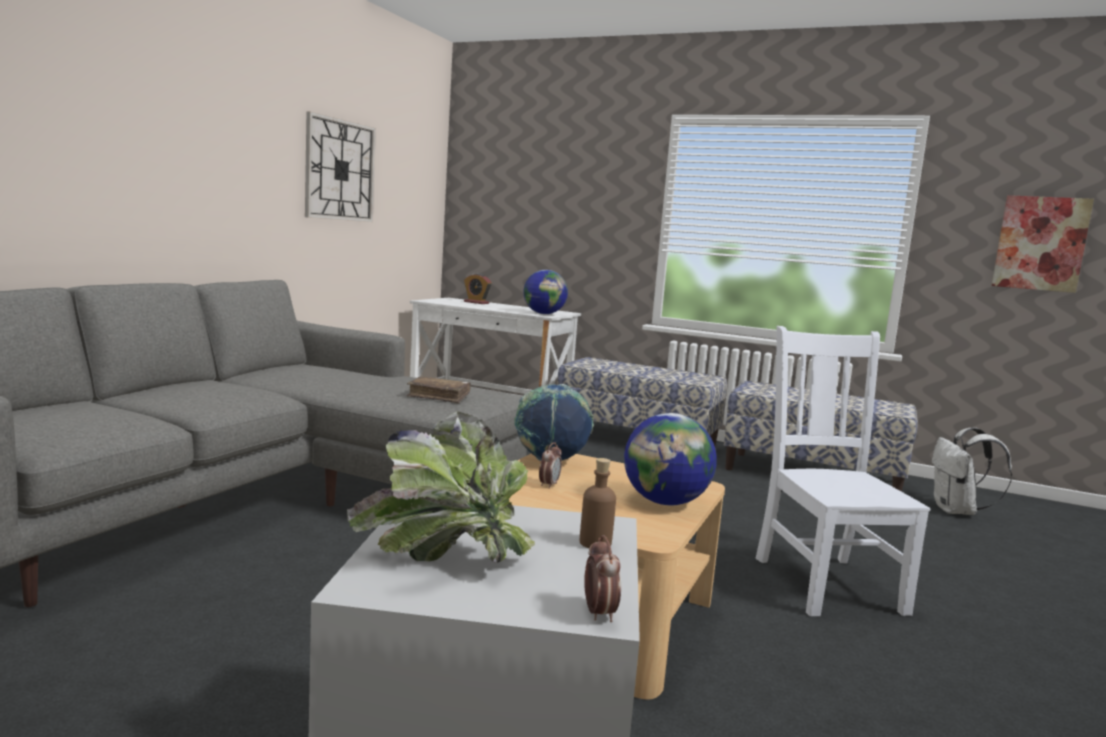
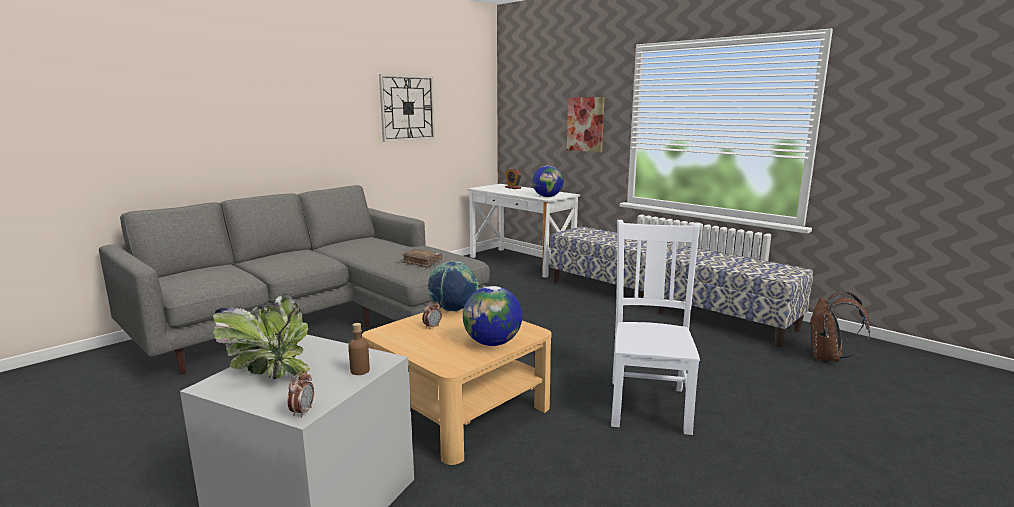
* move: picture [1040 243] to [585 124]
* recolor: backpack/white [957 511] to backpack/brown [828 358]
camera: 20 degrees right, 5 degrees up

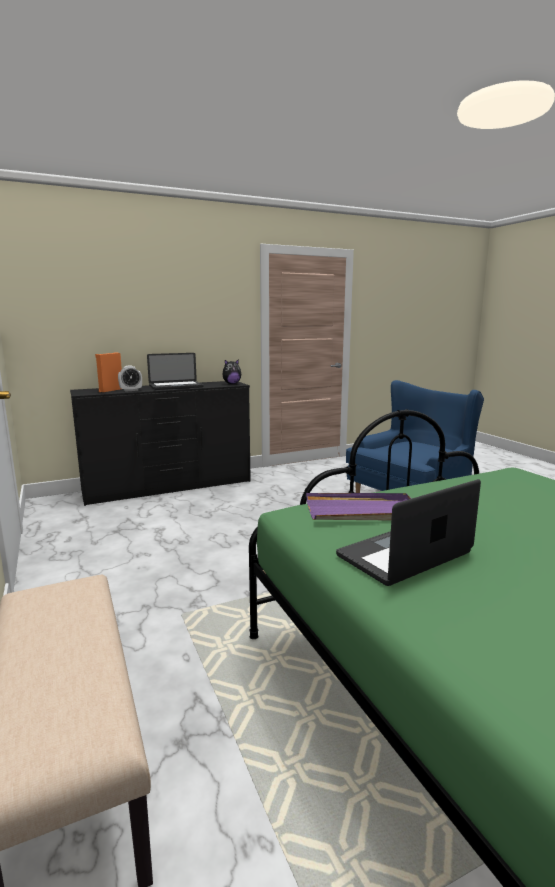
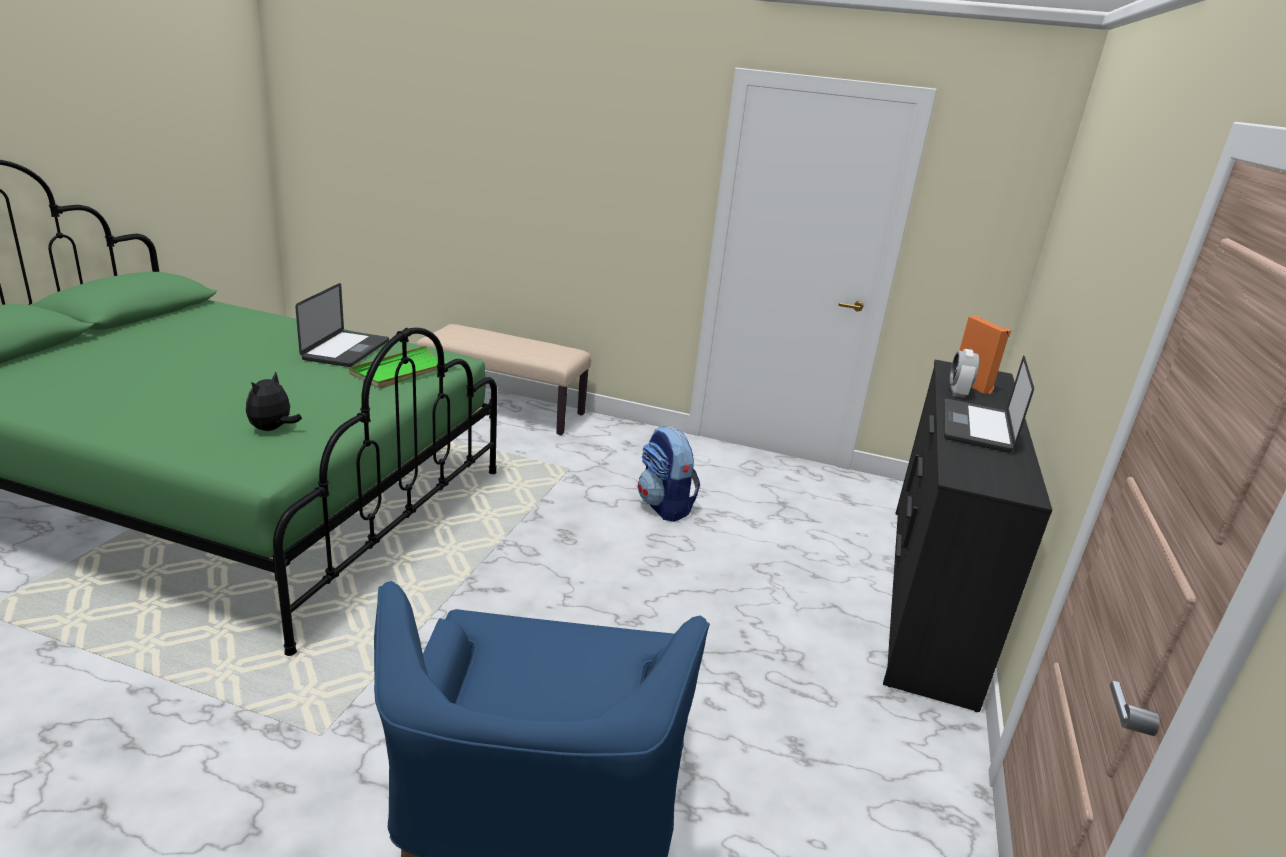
* move: plush toy [231 383] to [272 429]
* recolor: tray/purple [362 512] to tray/green [404 371]
* insert: backpack [665 507]
camera: 130 degrees right, 10 degrees up

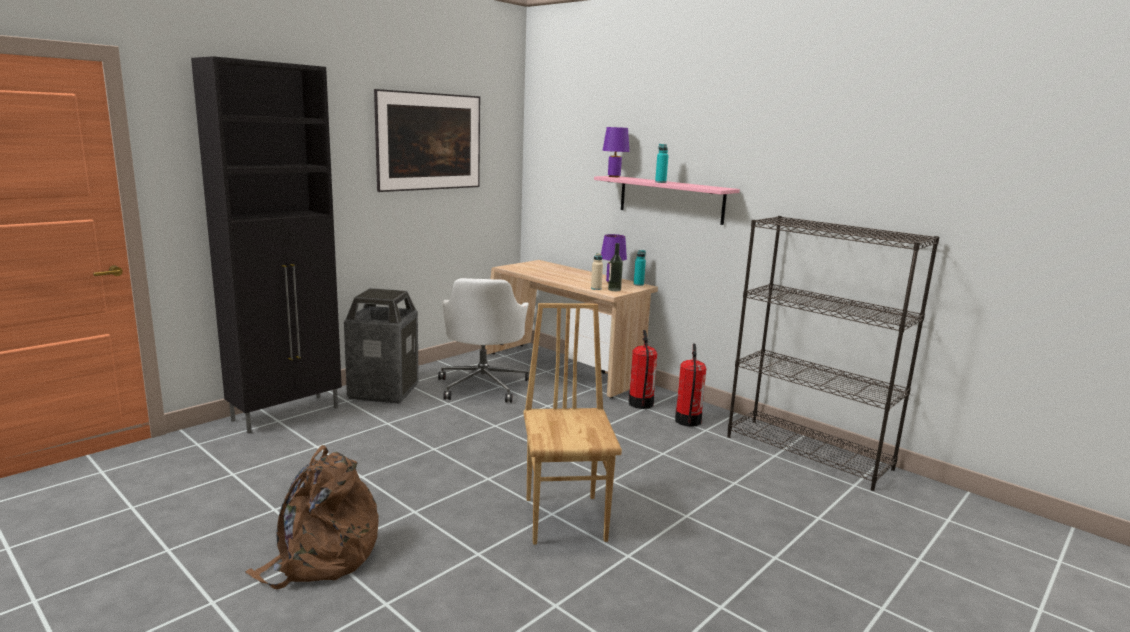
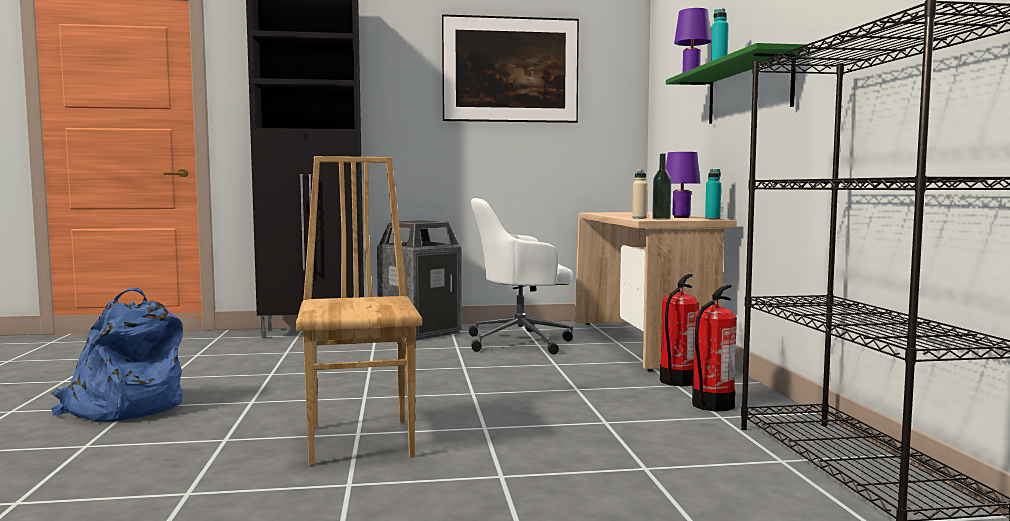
* recolor: shelf/pink [671 199] to shelf/green [748 90]
* rotate: office chair/white [483 385] = [522 342] 45 degrees clockwise
* rotate: chair/brown [567 518] = [363 440] 45 degrees counterclockwise
* recolor: backpack/brown [321 557] to backpack/blue [124 408]
camera: 40 degrees right, 10 degrees down

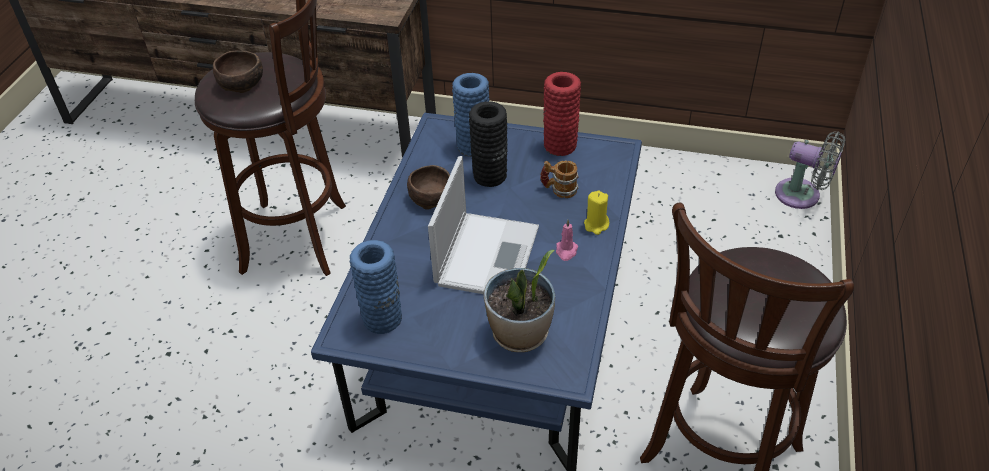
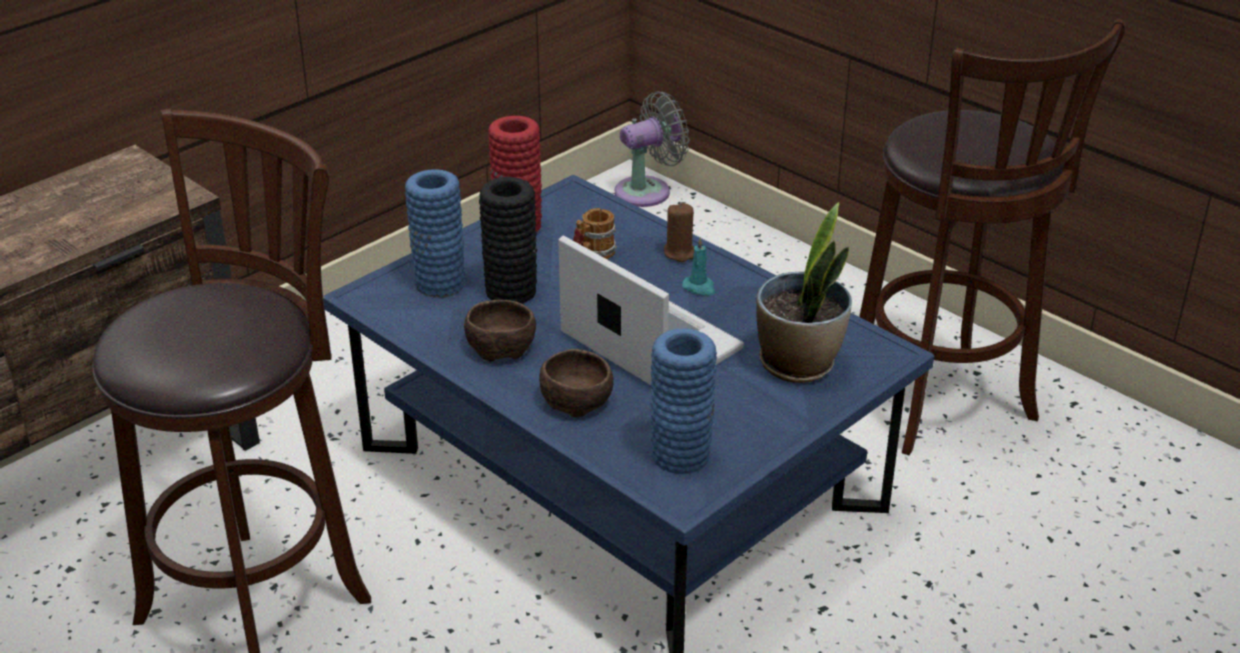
* move: bowl/brown [242 83] to [576 399]
* recolor: candle/yellow [596 225] to candle/brown [680 253]
* recolor: candle/pink [566 251] to candle/turquoise [699 288]
camera: 60 degrees left, 10 degrees down

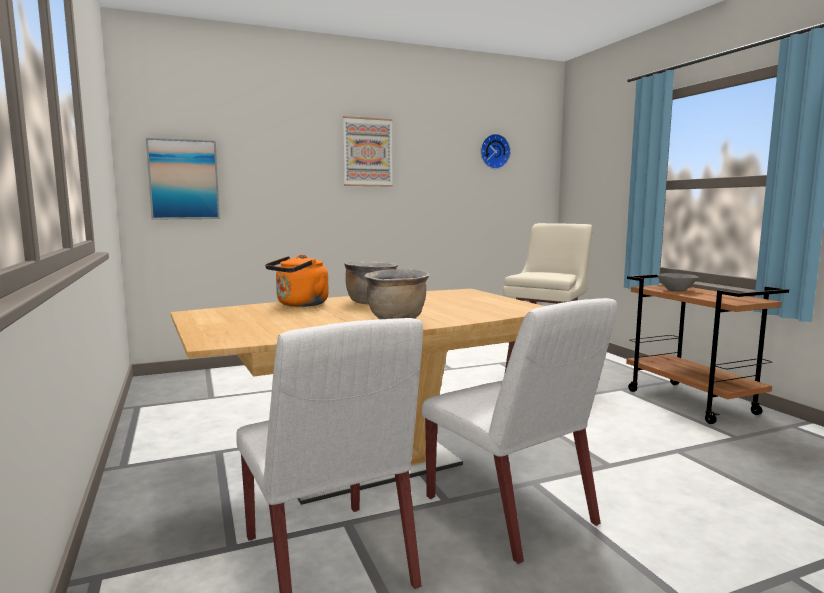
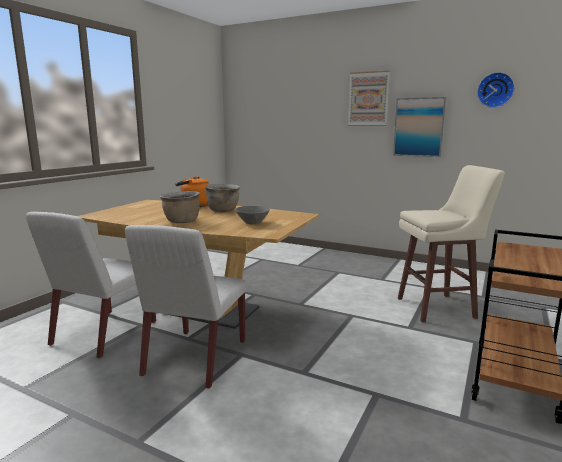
* move: picture [184 179] to [419 127]
* move: bowl/grey [676 290] to [253 223]
camera: 50 degrees right, 5 degrees up

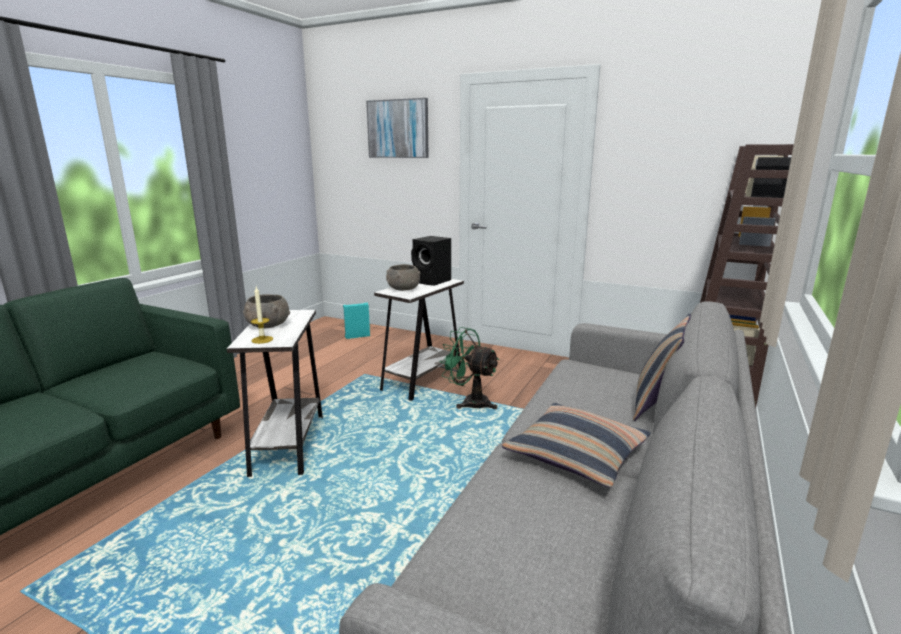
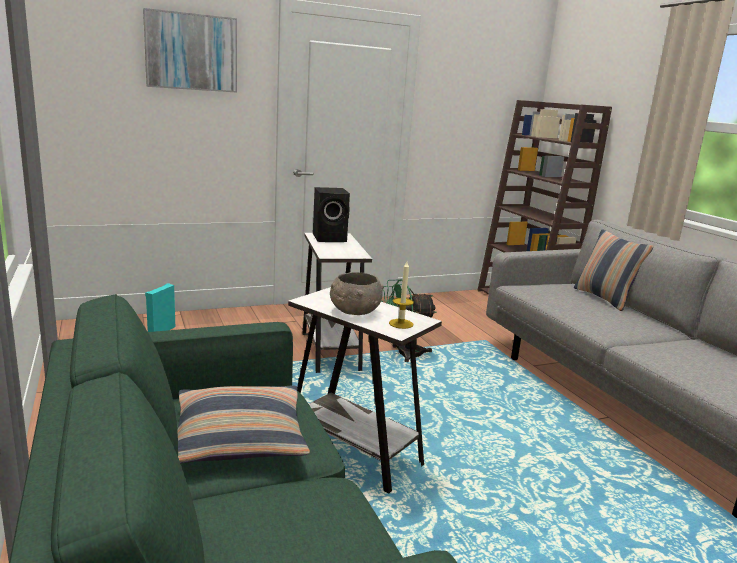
* delete: bowl/grey [403 289]
* move: pillow [576 454] to [239 438]
camera: 50 degrees left, 0 degrees up

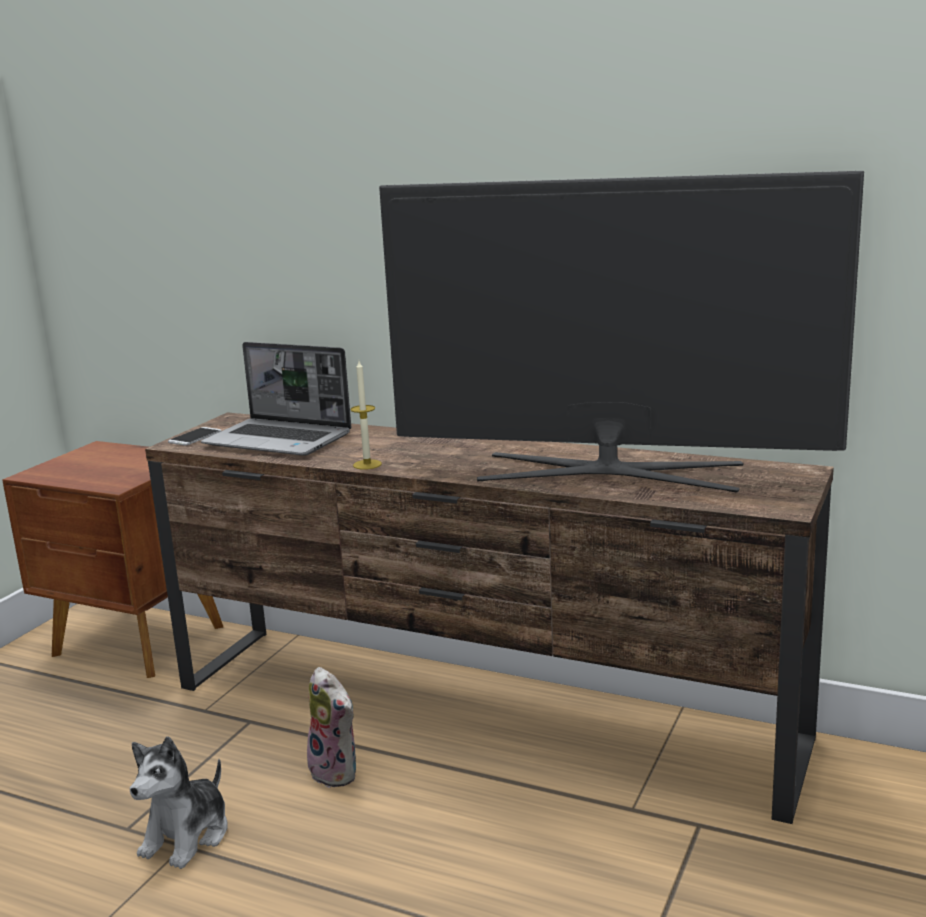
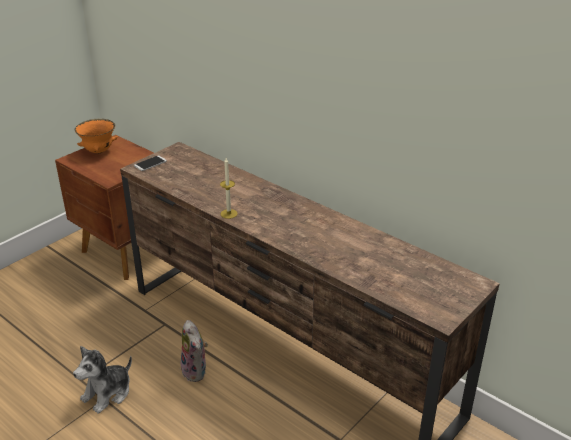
* delete: television [610 472]
* delete: laptop [280 440]
* insert: bowl/orange [99 151]
camera: 15 degrees right, 15 degrees up

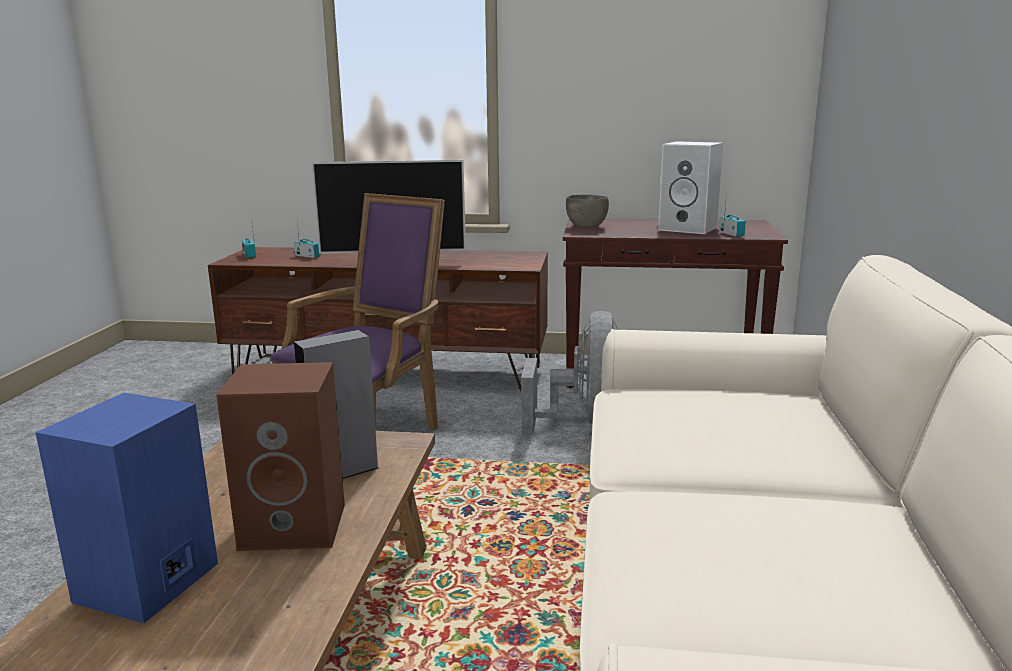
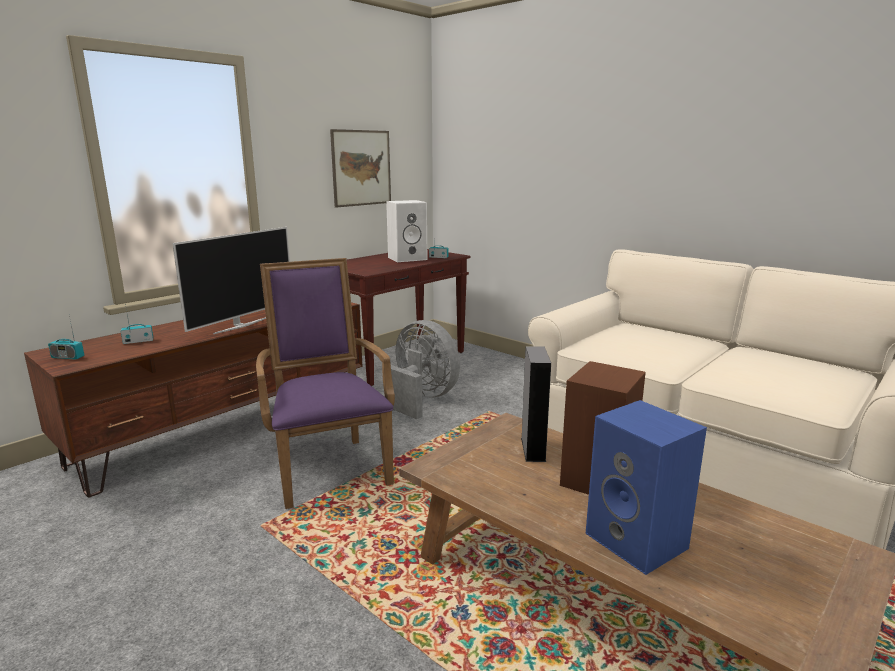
* delete: bowl/grey [586 227]
* insert: picture [361 168]
camera: 55 degrees left, 0 degrees up

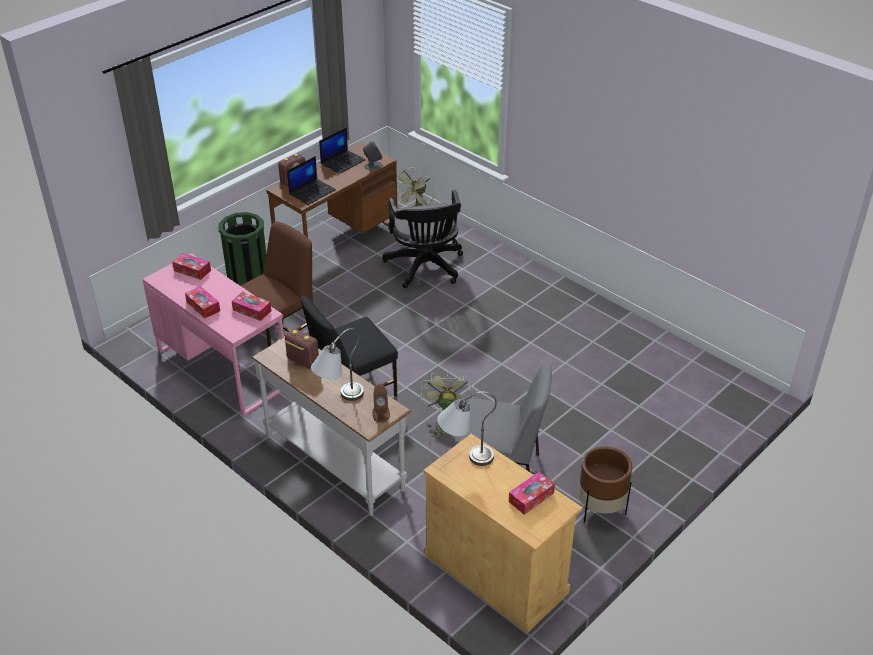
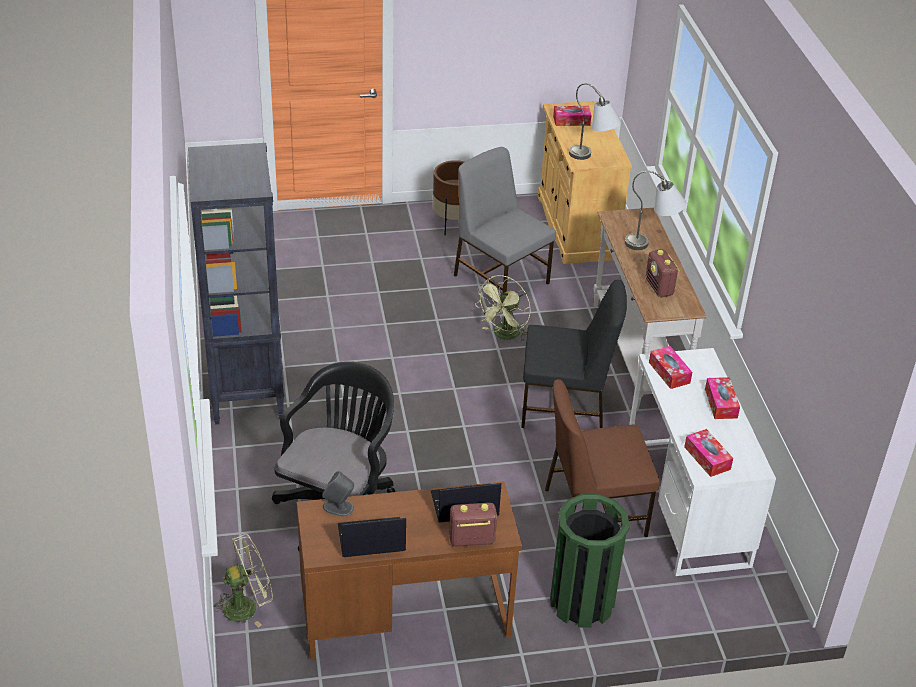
* recolor: desk/pink [223 368] to desk/white [686 503]
* delete: speaker/brown [381 413]
* insert: bookcase/black [247 391]
camera: 145 degrees left, 0 degrees up

